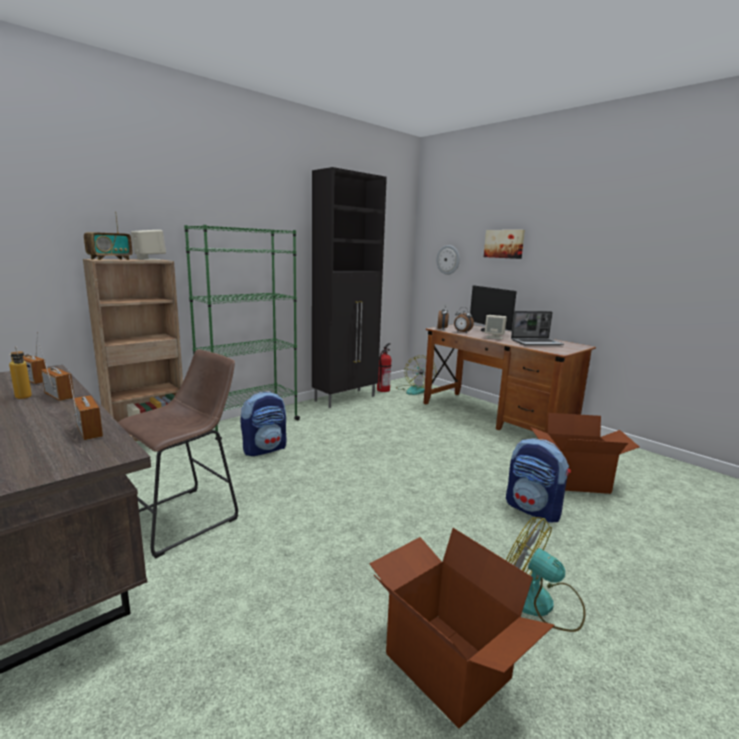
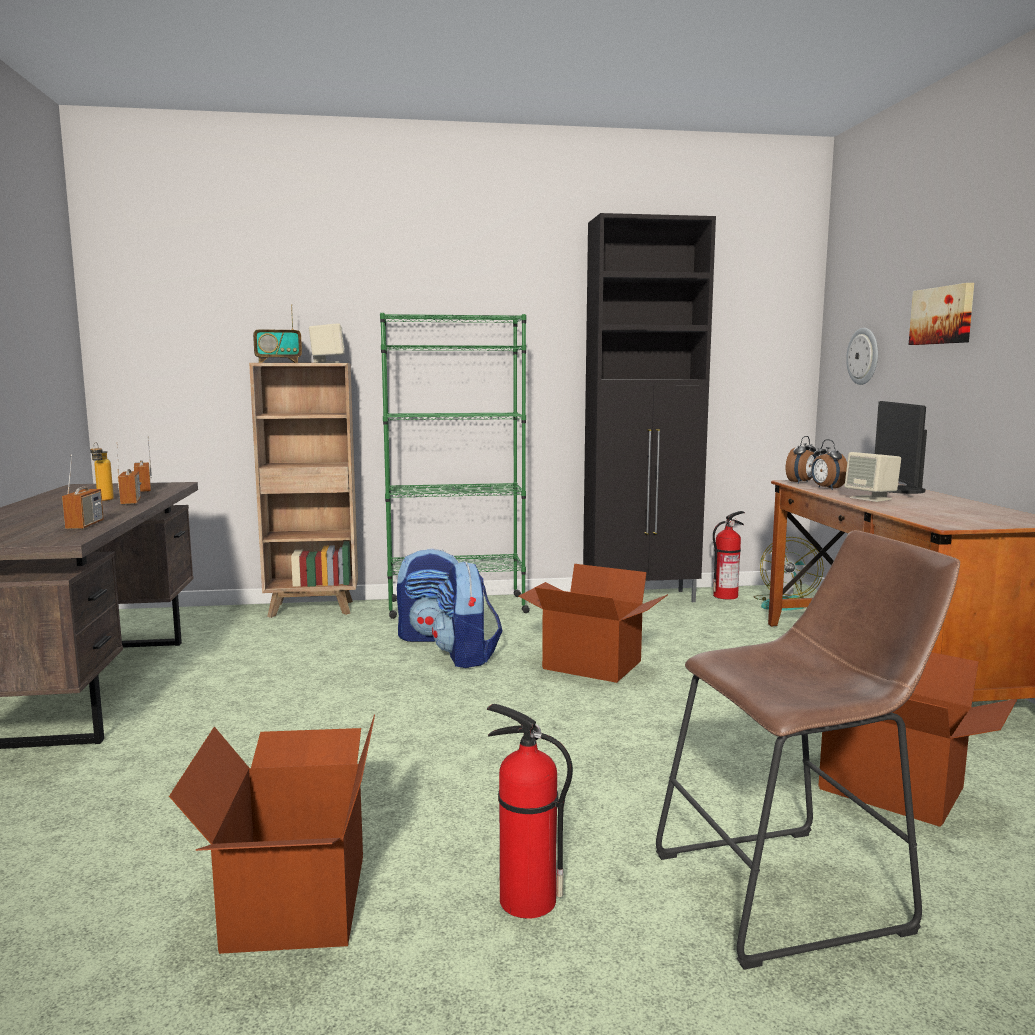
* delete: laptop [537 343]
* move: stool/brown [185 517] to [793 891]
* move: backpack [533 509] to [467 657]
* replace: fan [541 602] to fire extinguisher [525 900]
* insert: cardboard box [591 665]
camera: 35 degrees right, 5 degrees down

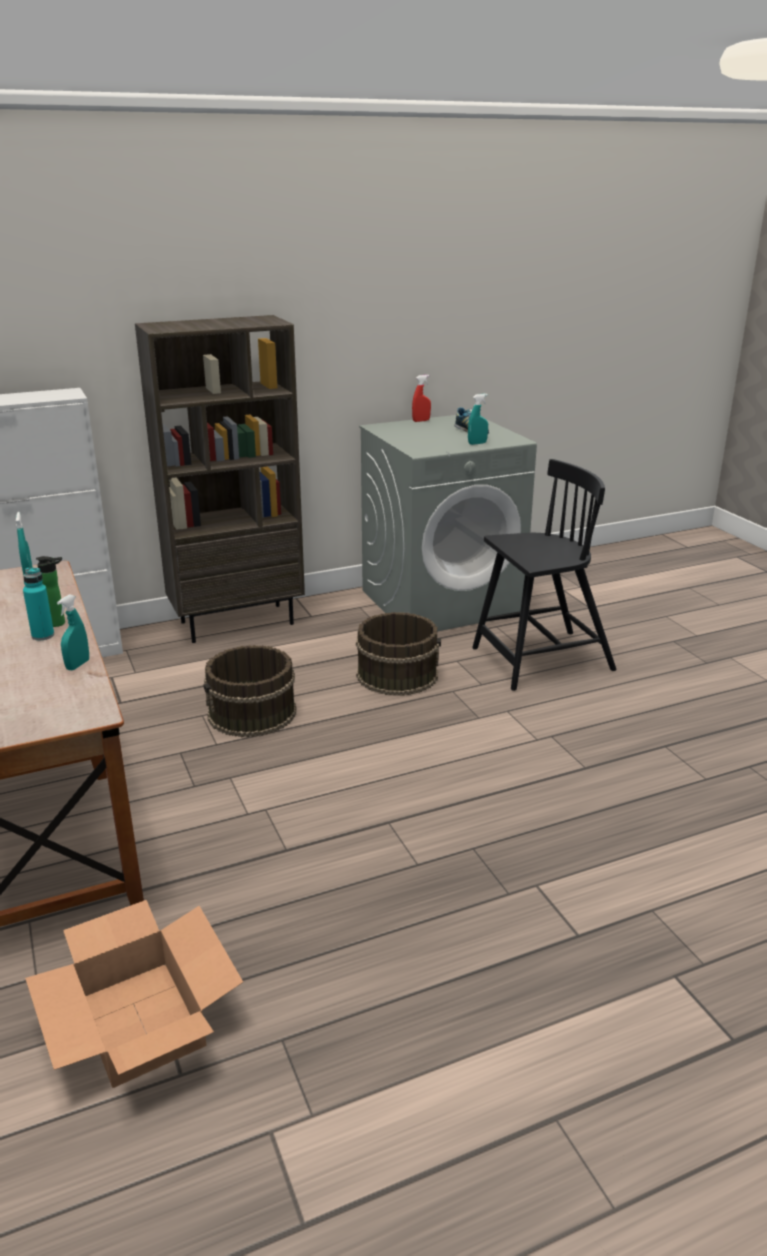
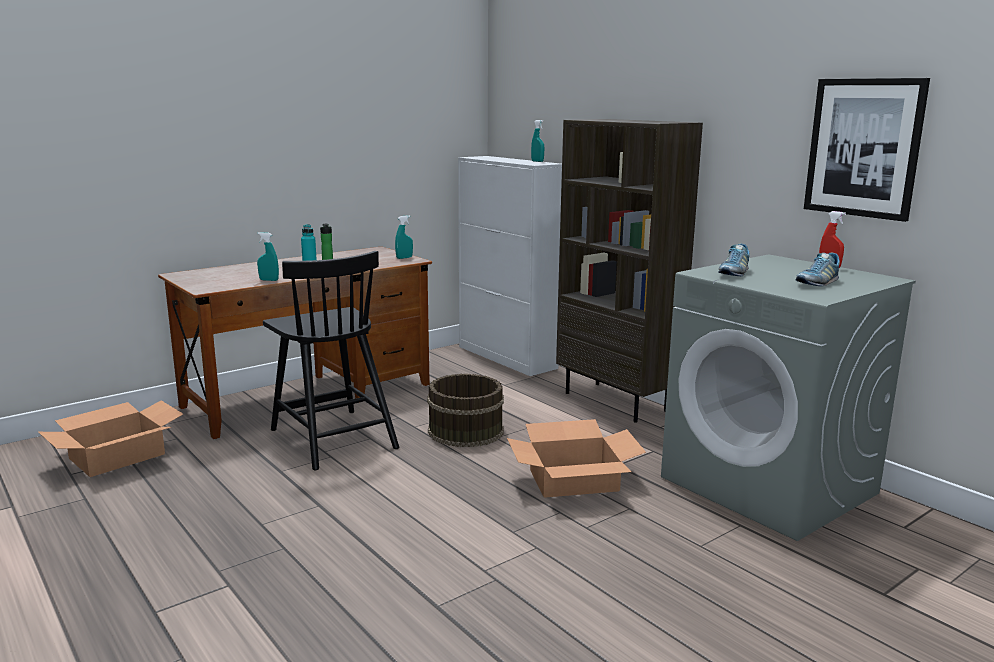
* move: spray bottle/turquoise [477 443] to [537 161]
* move: chair/black [540 660] to [332 438]
* replace: bucket/brown [397 674] to cardboard box [574 480]
* insert: picture [864 148]
* insert: shoe [733 273]
camera: 75 degrees right, 10 degrees down

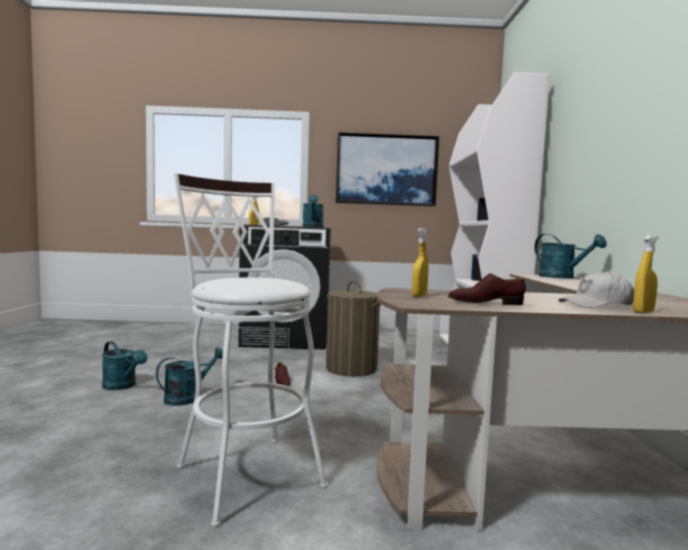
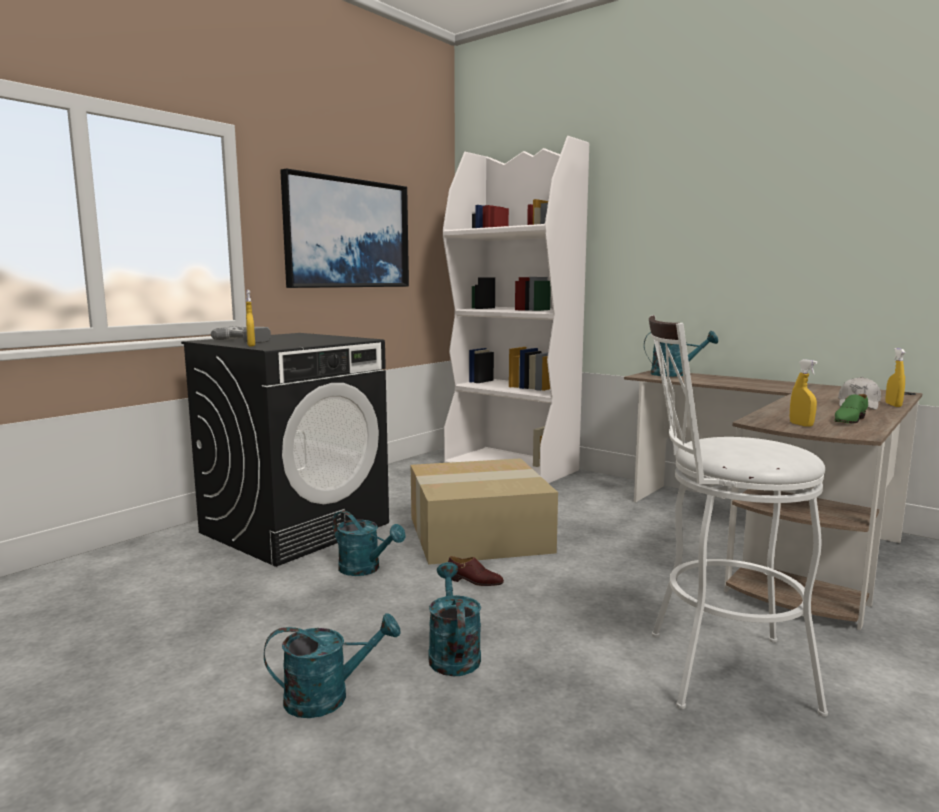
* move: watering can/turquoise [313 227] to [365 569]
* recolor: shoe/brown [485 303] to shoe/green [849 420]
* replace: laundry basket [351 368] to cardboard box [480 533]
camera: 50 degrees left, 5 degrees up

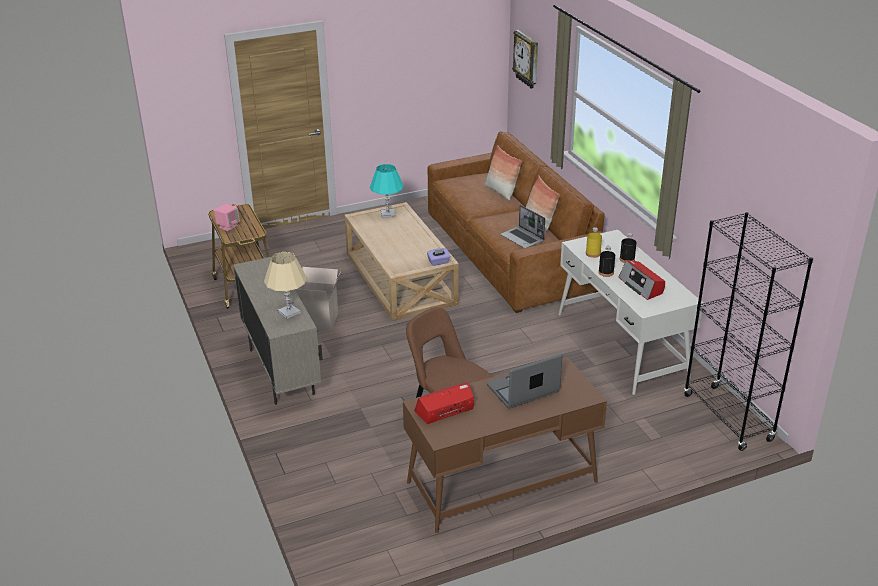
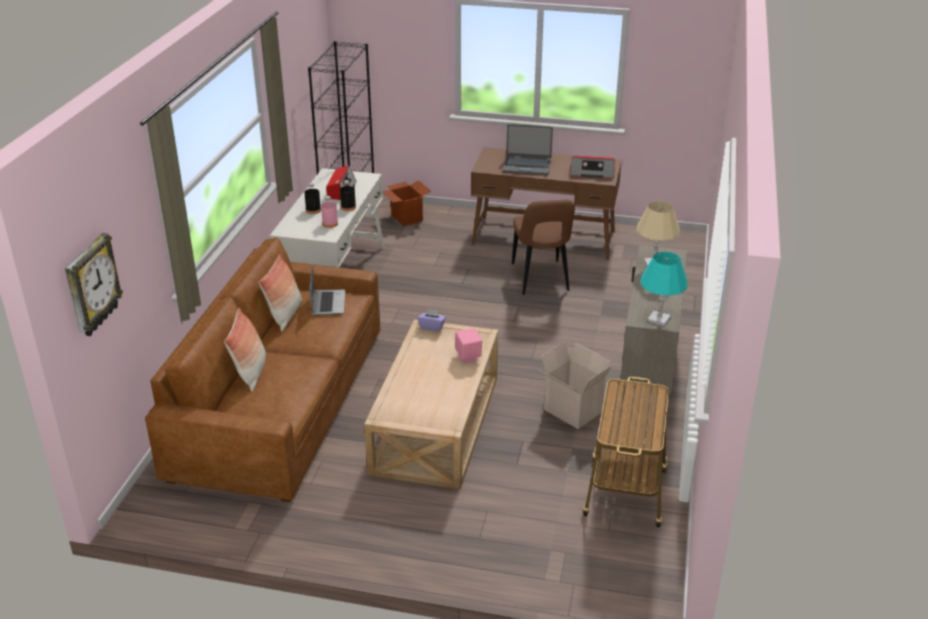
* move: table lamp/turquoise [387 214] to [659 319]
* move: speaker/pink [228 226] to [468 357]
* recolor: bottle/yellow [593 253] to bottle/pink [330 224]
* insert: cardboard box [406 218]
camera: 145 degrees left, 0 degrees up

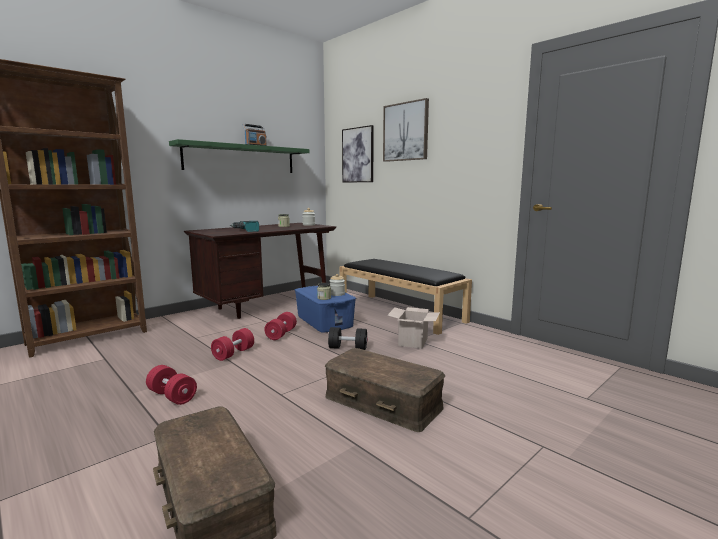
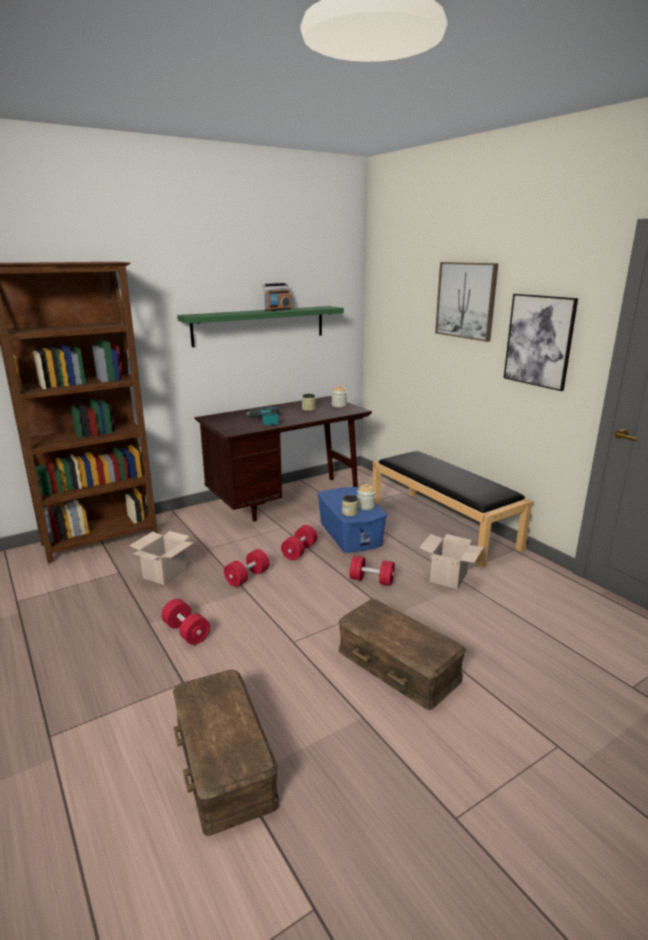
* move: picture [358 155] to [539 341]
* recolor: dumbbell/black [348 348] to dumbbell/red [371 580]
* insert: cardboard box [165 573]
camera: 10 degrees right, 10 degrees up

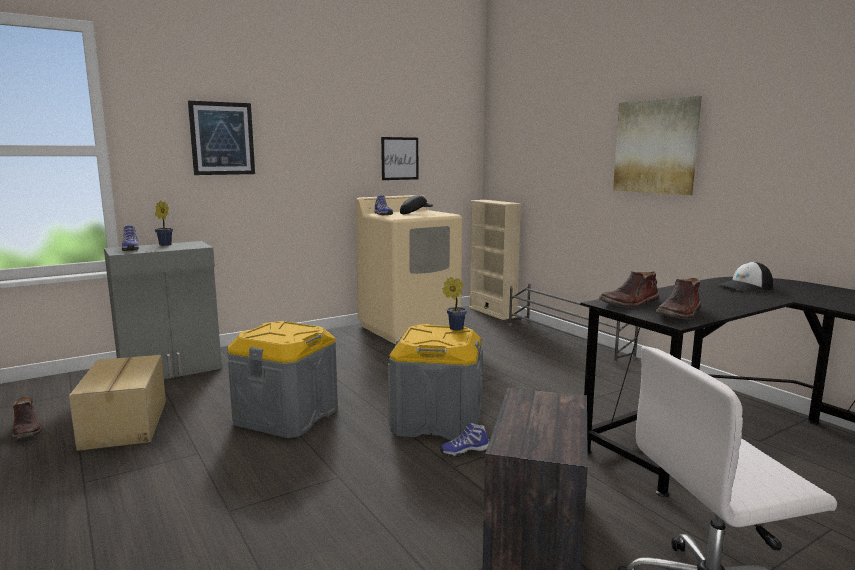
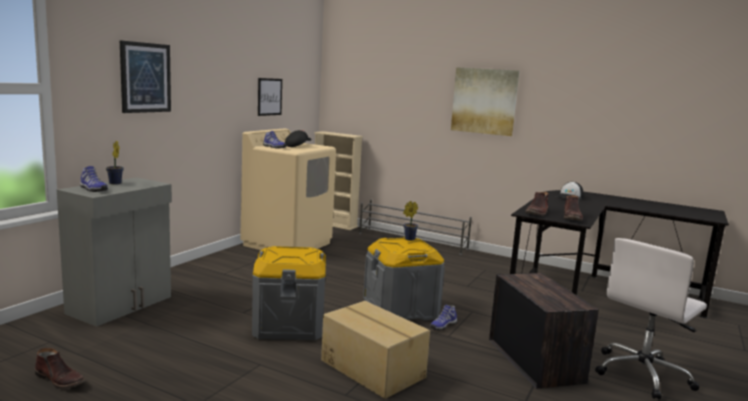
* move: cardboard box [126 424] to [373 368]
camera: 30 degrees left, 0 degrees up

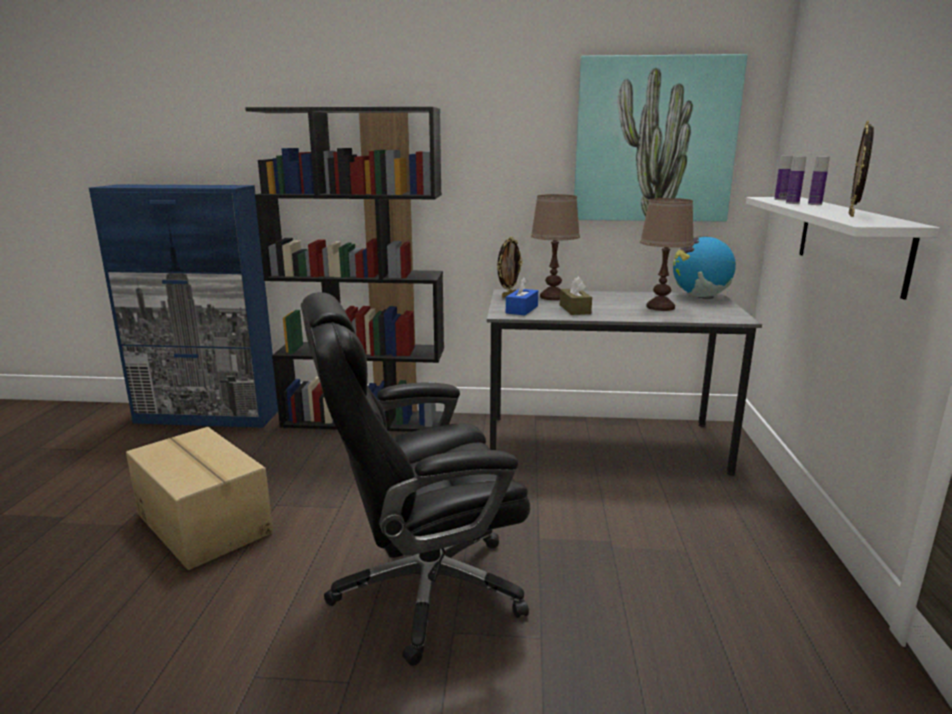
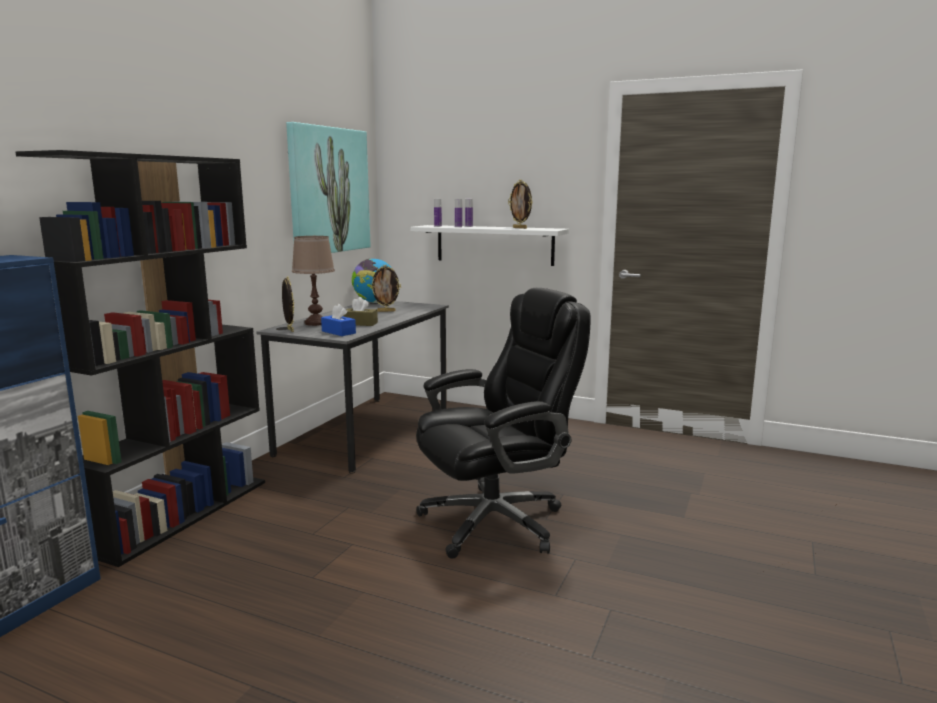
* replace: table lamp/brown [661 307] to picture frame [386 311]
* rotate: office chair/black [423 589] = [496 522] 120 degrees counterclockwise
* delete: cardboard box [205 522]
camera: 70 degrees left, 5 degrees down

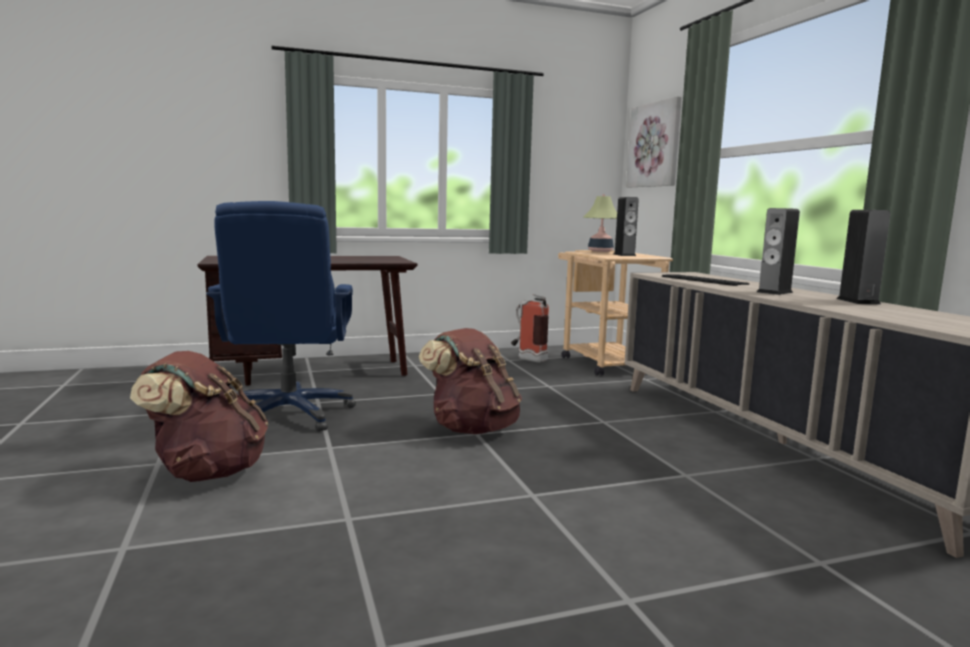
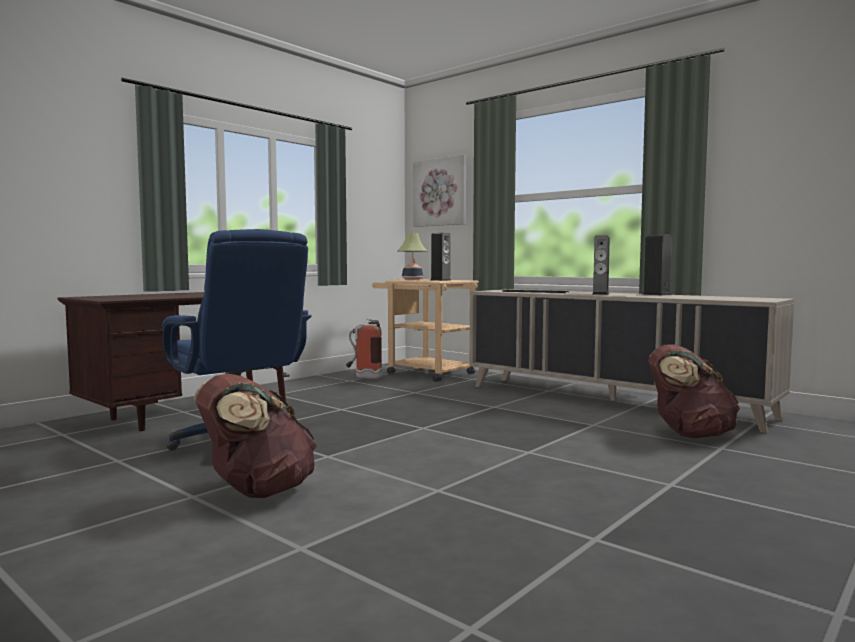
* move: backpack/brown [472 429] to [688 435]
camera: 30 degrees left, 5 degrees down

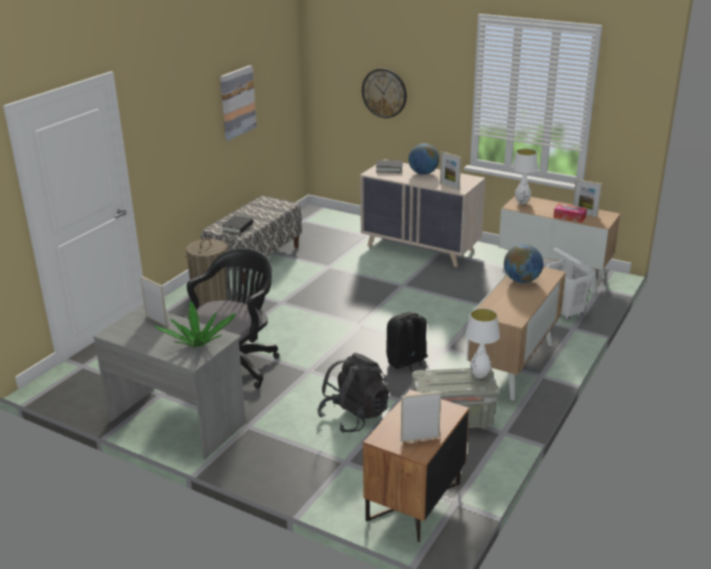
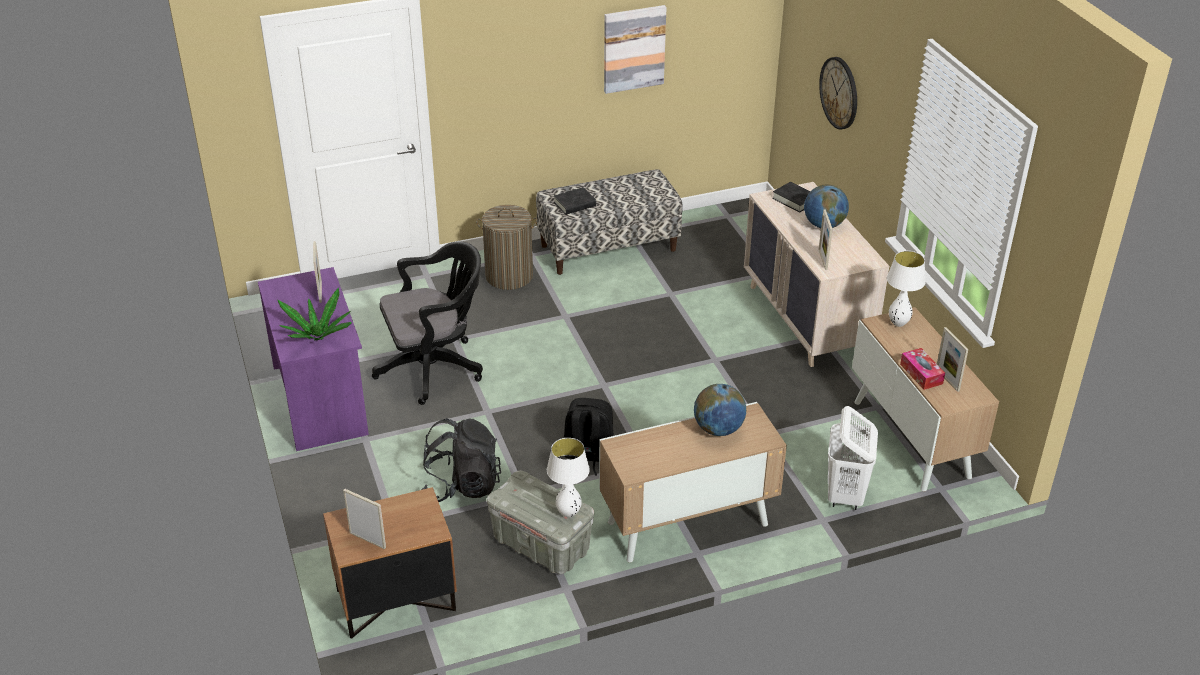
* recolor: desk/grey [177 420] to desk/purple [321 399]
camera: 40 degrees right, 10 degrees up

